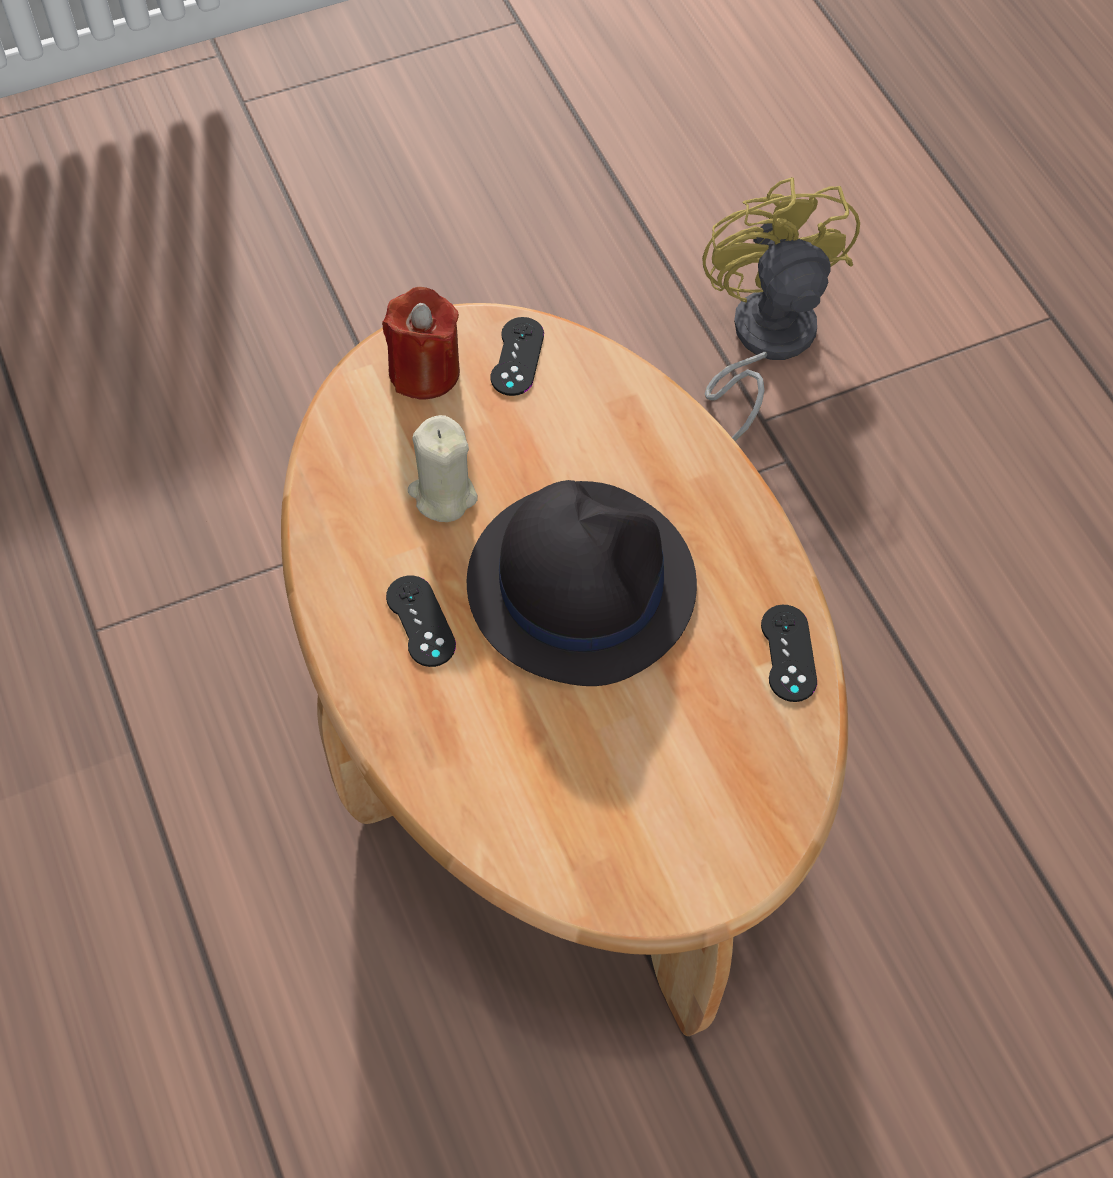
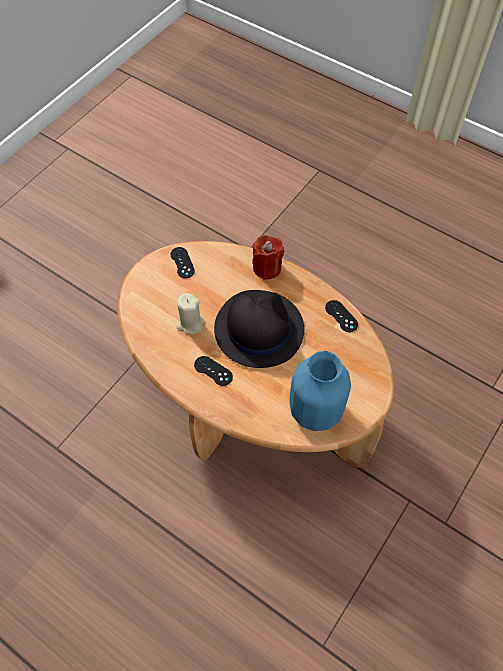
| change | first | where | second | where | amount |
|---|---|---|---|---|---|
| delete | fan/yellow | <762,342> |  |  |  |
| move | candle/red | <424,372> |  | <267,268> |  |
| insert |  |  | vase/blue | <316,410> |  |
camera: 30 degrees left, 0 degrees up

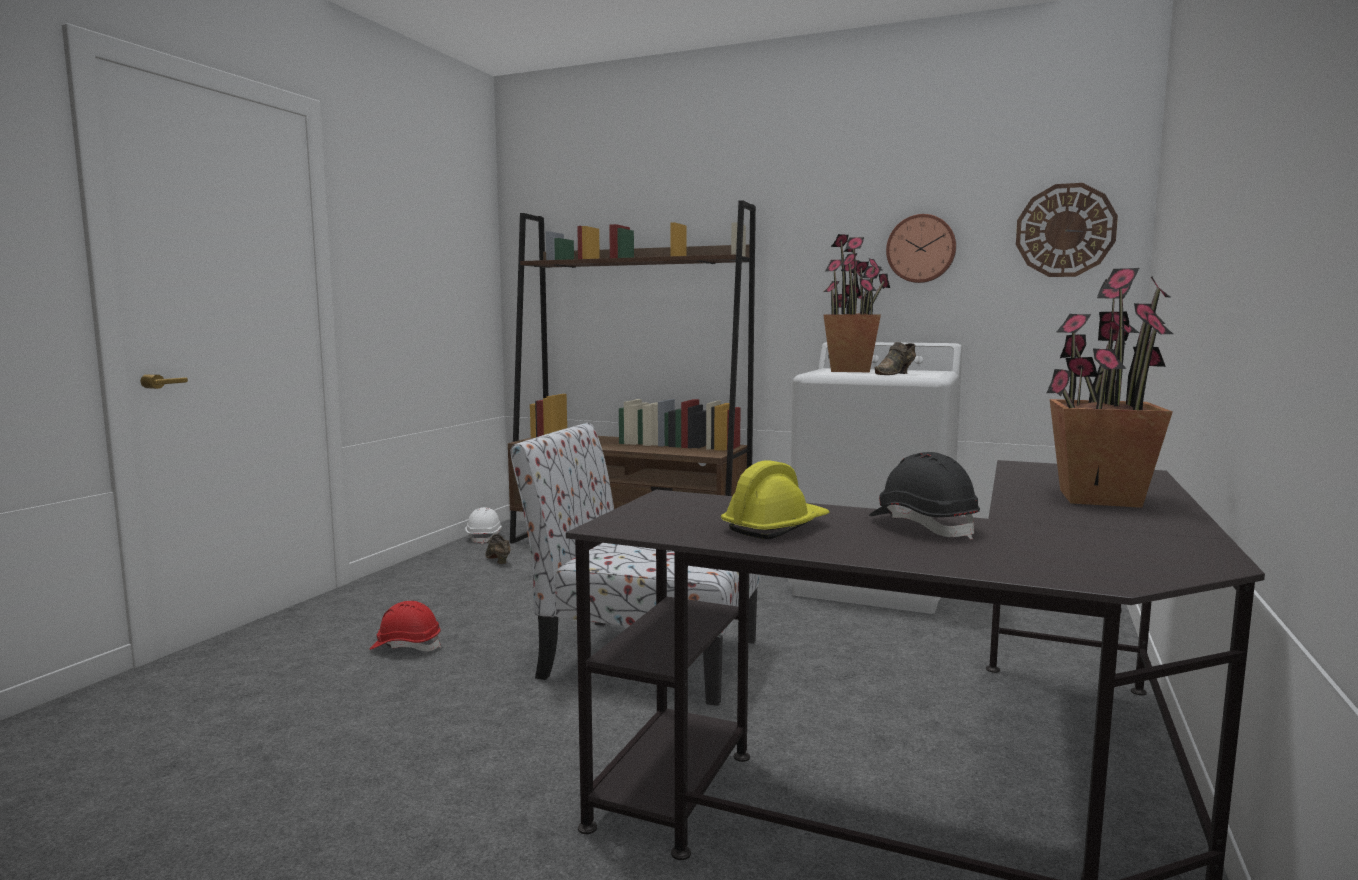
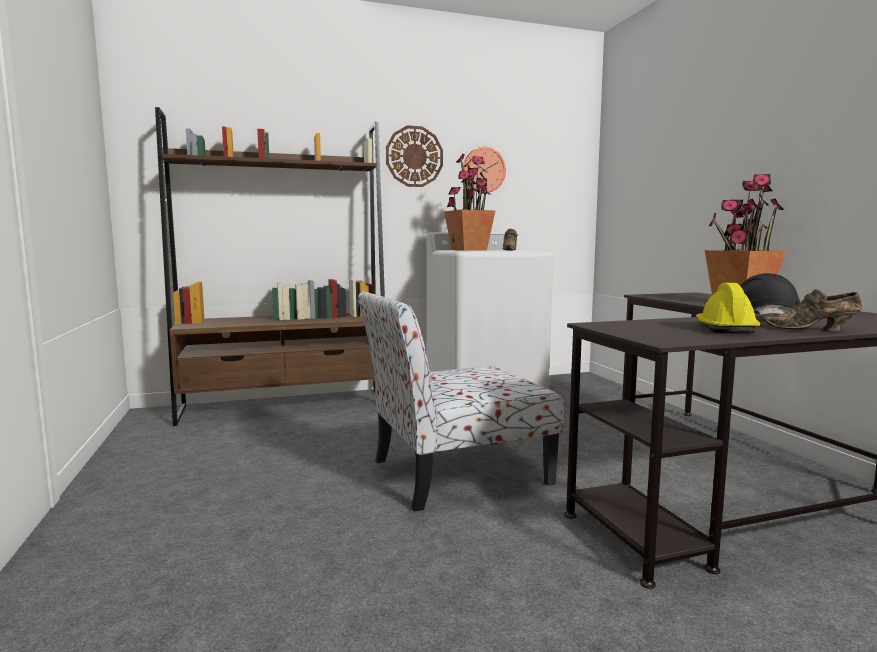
| change | first | where | second | where | amount |
|---|---|---|---|---|---|
| move | wall clock | <1065,230> |  | <414,156> |  |
| delete | hard hat/white | <485,537> |  |  |  |
| move | shoe/brown | <497,560> |  | <813,330> |  |
| delete | hard hat/red | <406,646> |  |  |  |
camera: 40 degrees left, 0 degrees up

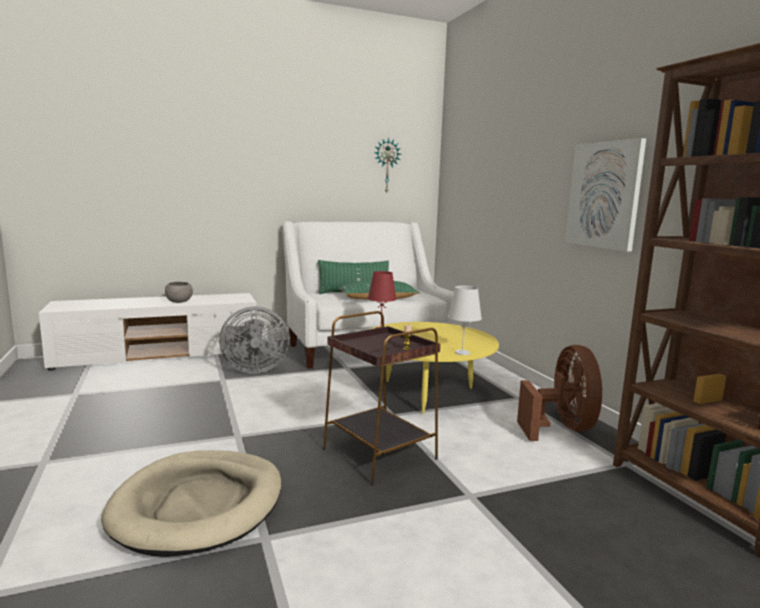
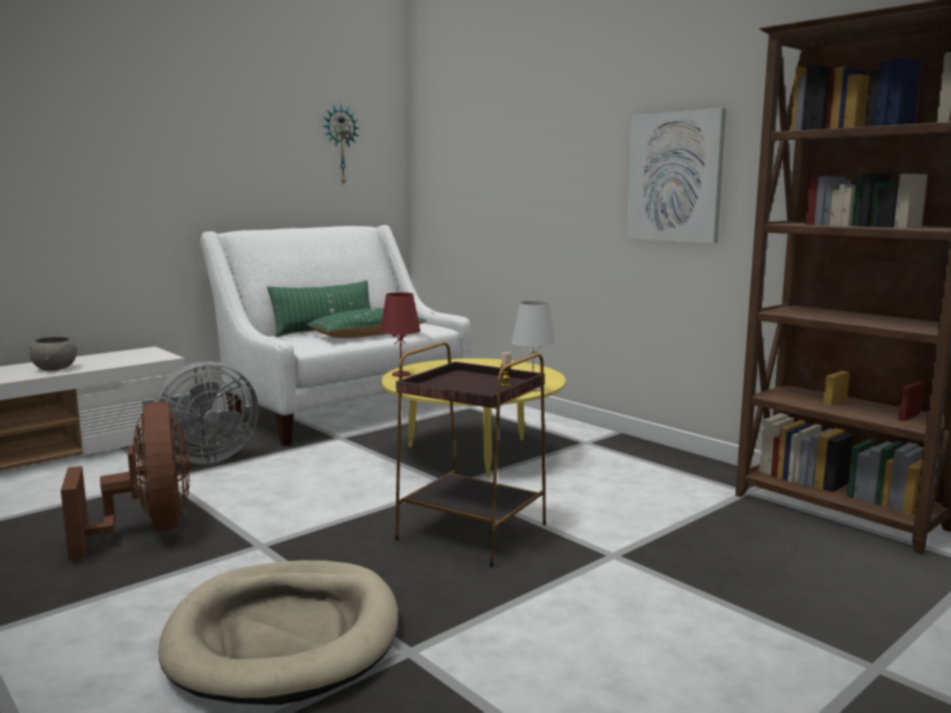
| change | first | where | second | where | amount |
|---|---|---|---|---|---|
| move | fan/brown | <562,428> |  | <148,530> |  |
camera: 20 degrees left, 0 degrees up

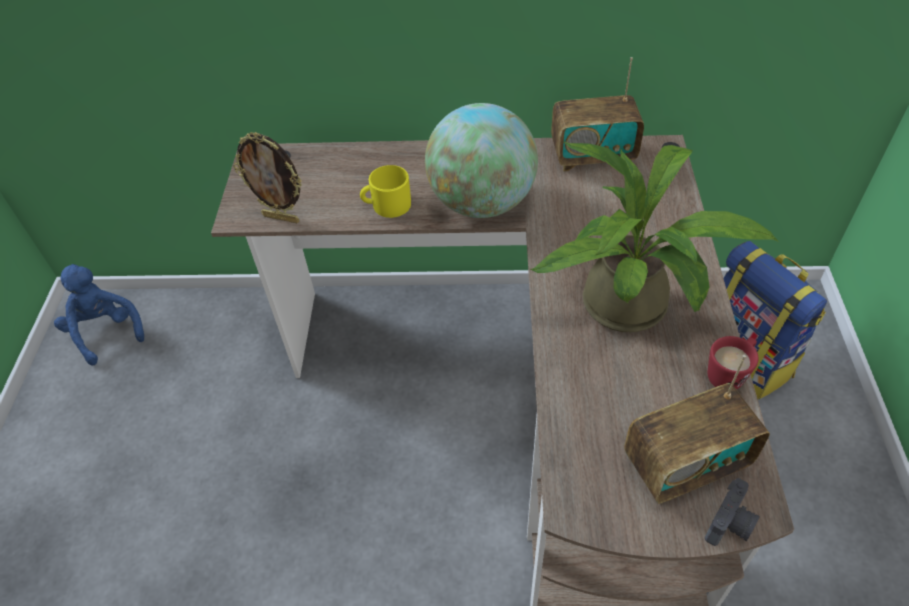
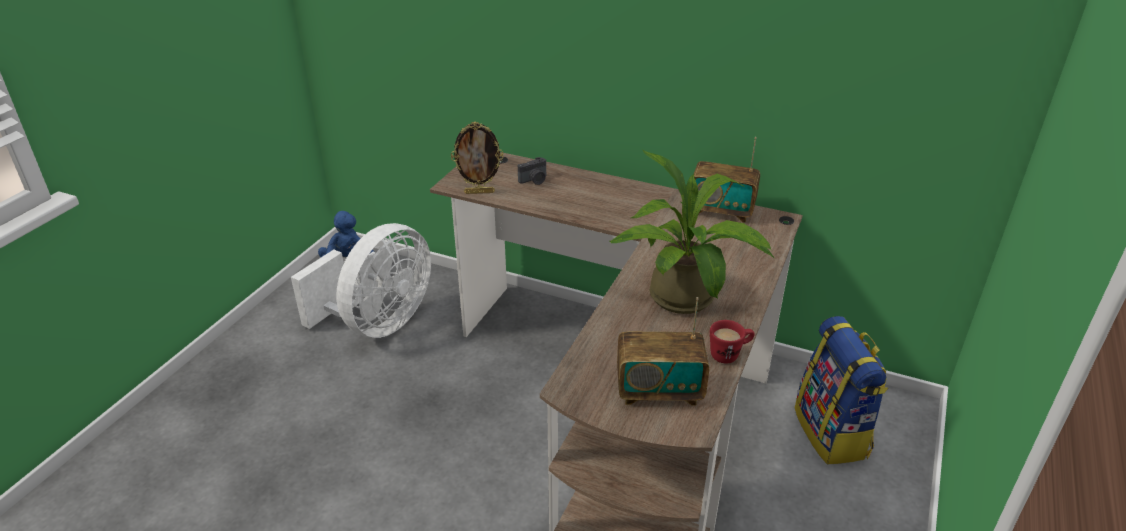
| change | first | where | second | where | amount |
|---|---|---|---|---|---|
| delete | globe | <481,202> |  |  |  |
| rotate | picture frame | <282,218> |  | <479,192> | 45 degrees counterclockwise |
| delete | mug/yellow | <386,205> |  |  |  |
| move | photo camera | <730,524> |  | <534,180> |  |
| insert |  |  | fan/white | <378,323> |  |
camera: 20 degrees right, 15 degrees down

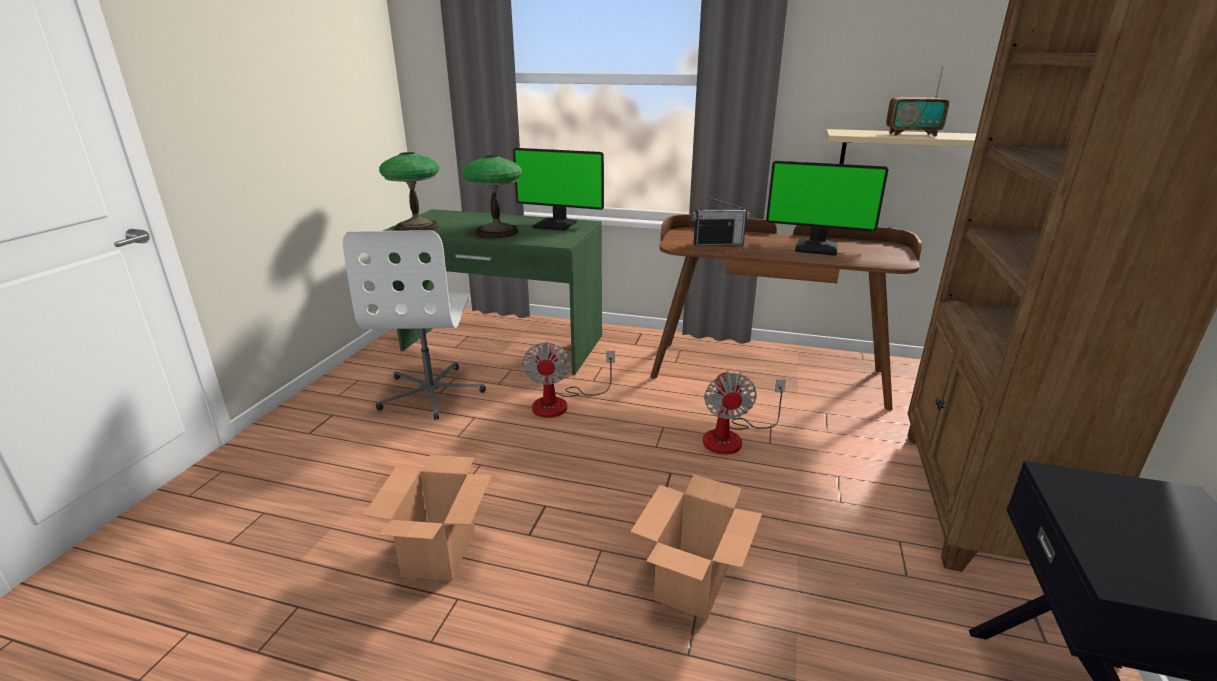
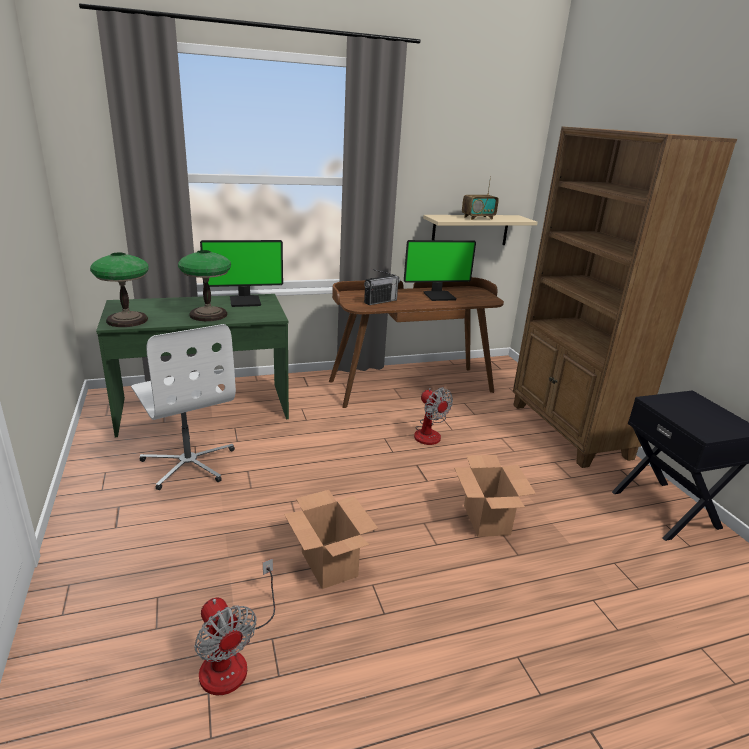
| change | first | where | second | where | amount |
|---|---|---|---|---|---|
| move | fan | <561,403> |  | <233,657> |  |
camera: 35 degrees left, 0 degrees up

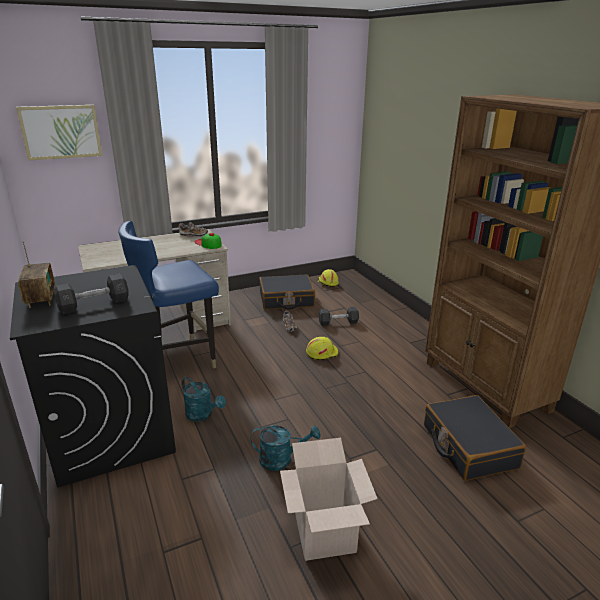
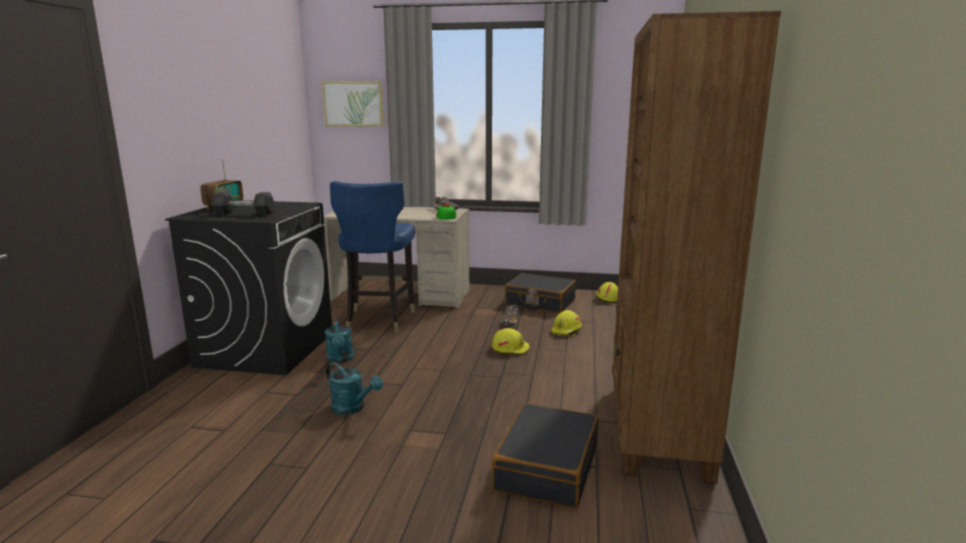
| change | first | where | second | where | amount |
|---|---|---|---|---|---|
| rotate | chair/blue | <179,360> |  | <378,320> | 90 degrees counterclockwise |
| replace | dumbbell/grey | <338,322> | hard hat/yellow | <566,331> |  |
| delete | cardboard box | <324,533> |  |  |  |
camera: 35 degrees right, 10 degrees down

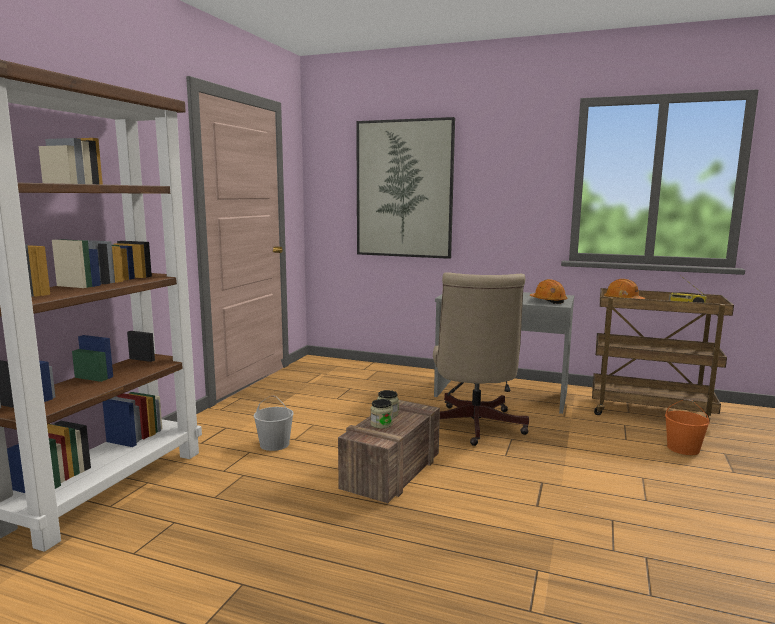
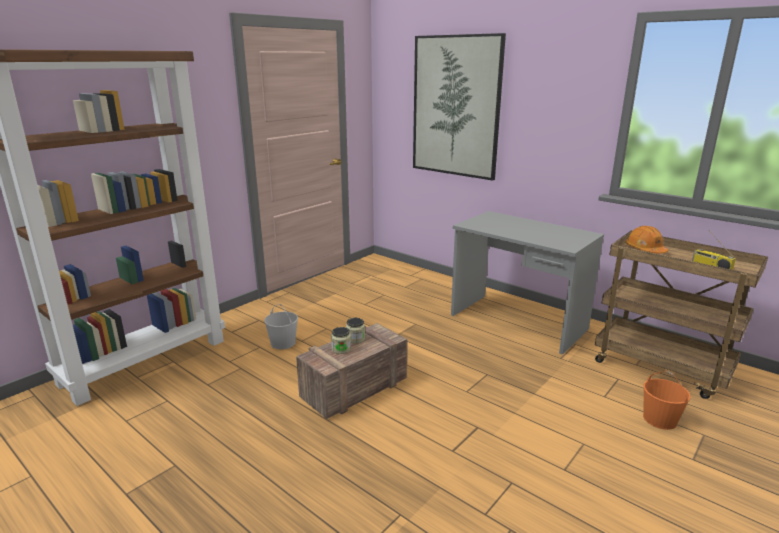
| change | first | where | second | where | amount |
|---|---|---|---|---|---|
| delete | office chair/beige | <474,427> |  |  |  |
| delete | hard hat/orange | <548,301> |  |  |  |
camera: 20 degrees right, 10 degrees up

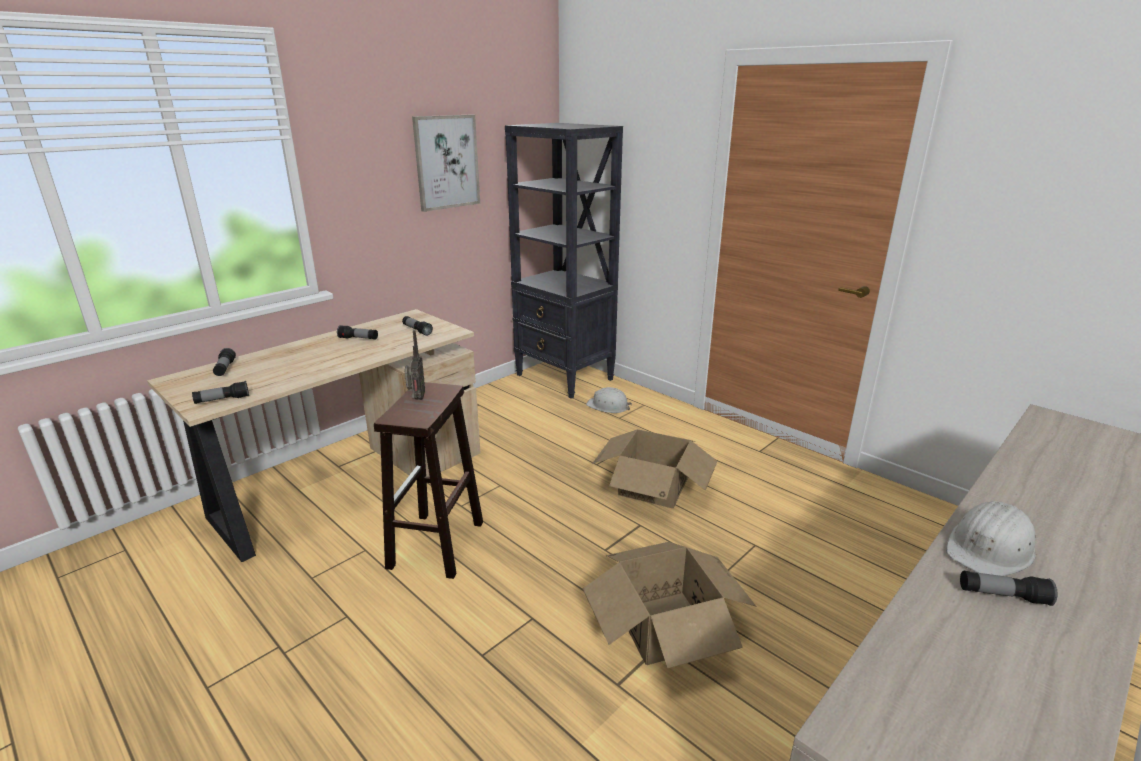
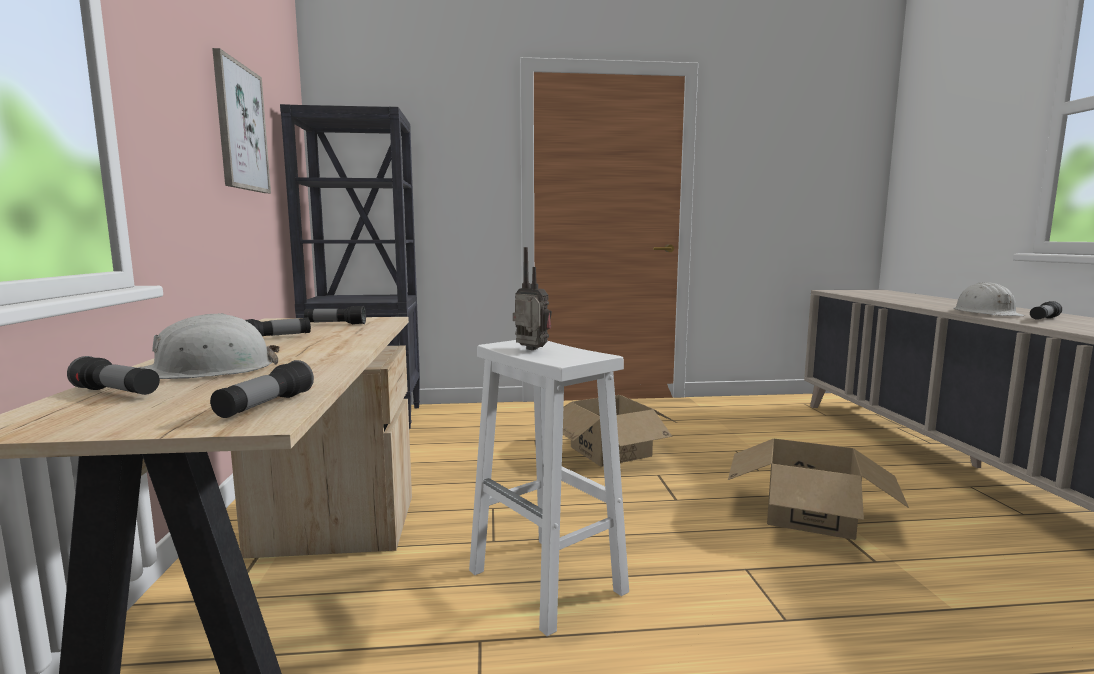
| change | first | where | second | where | amount |
|---|---|---|---|---|---|
| recolor | stool/brown | <436,546> | stool/white | <548,582> |  |
| move | hard hat/white | <608,406> |  | <208,370> |  |
camera: 50 degrees left, 15 degrees down

